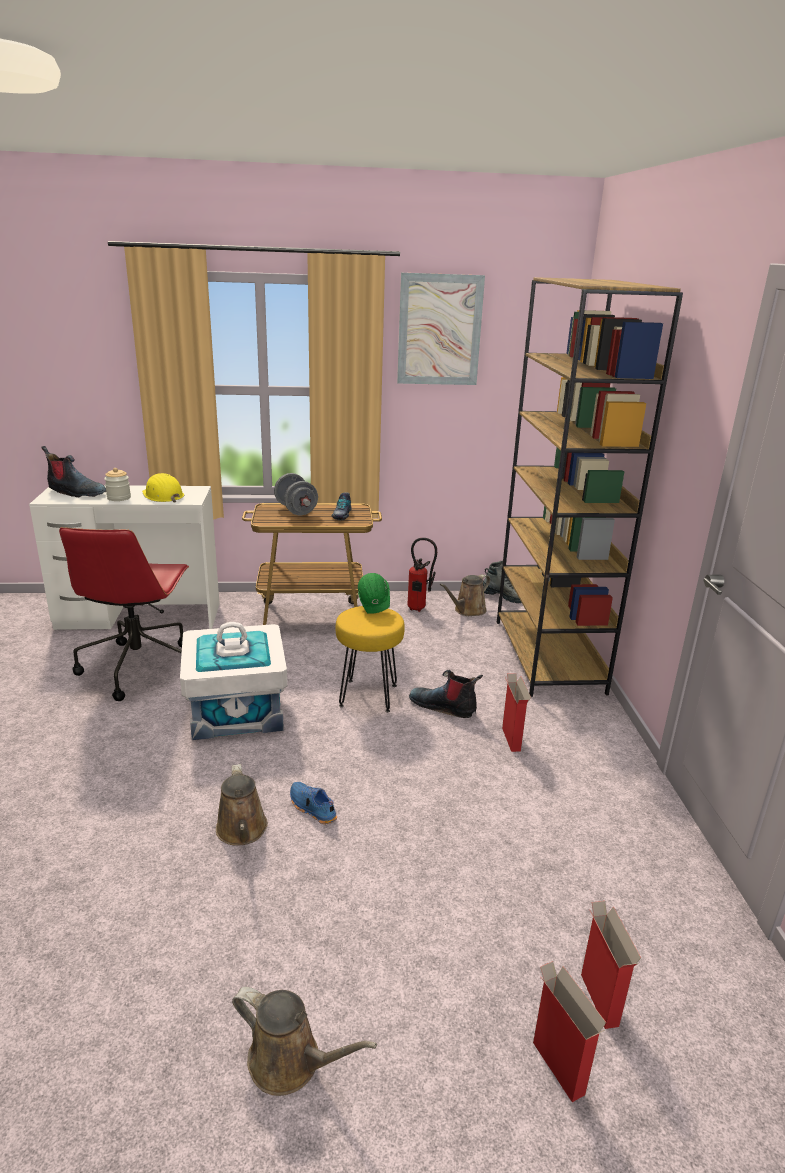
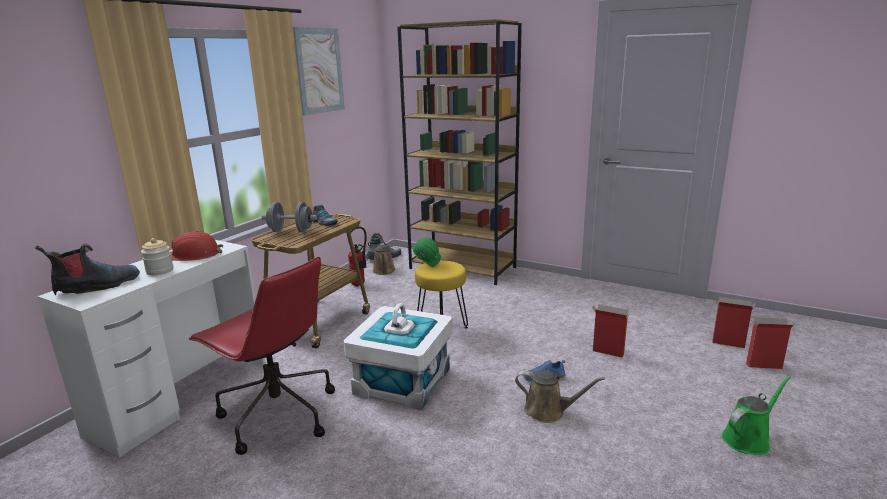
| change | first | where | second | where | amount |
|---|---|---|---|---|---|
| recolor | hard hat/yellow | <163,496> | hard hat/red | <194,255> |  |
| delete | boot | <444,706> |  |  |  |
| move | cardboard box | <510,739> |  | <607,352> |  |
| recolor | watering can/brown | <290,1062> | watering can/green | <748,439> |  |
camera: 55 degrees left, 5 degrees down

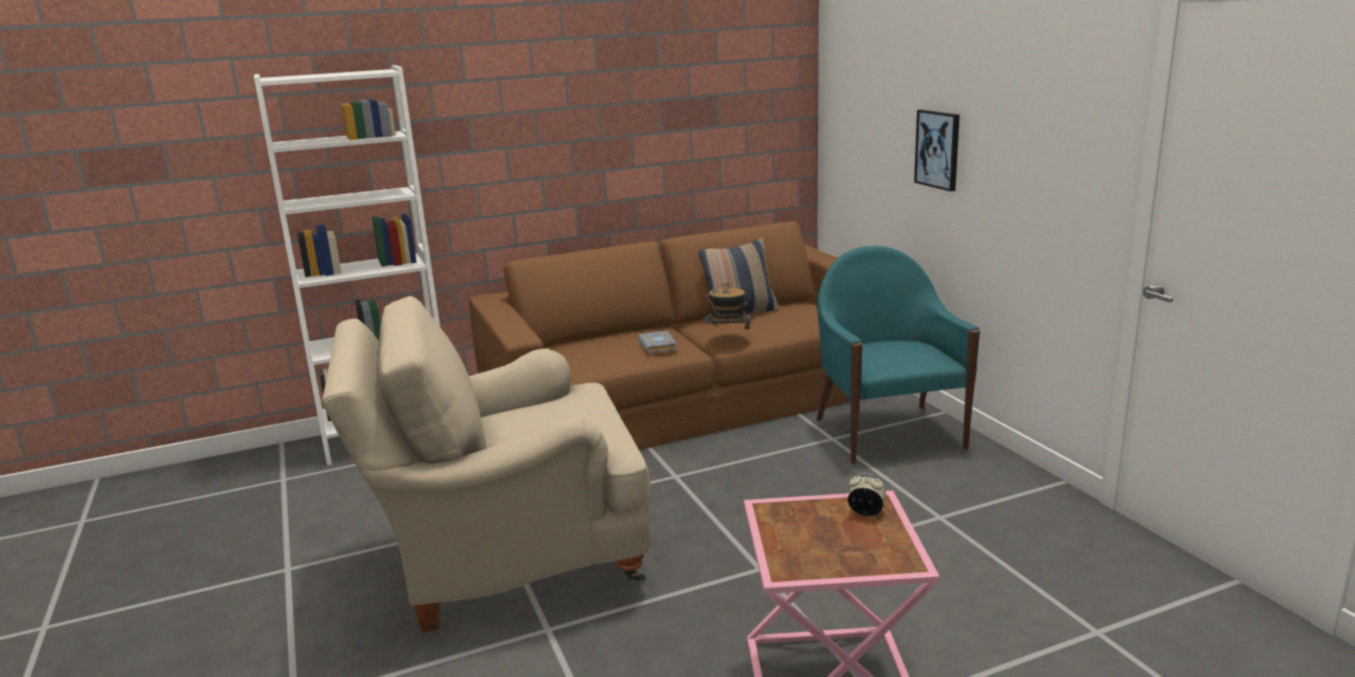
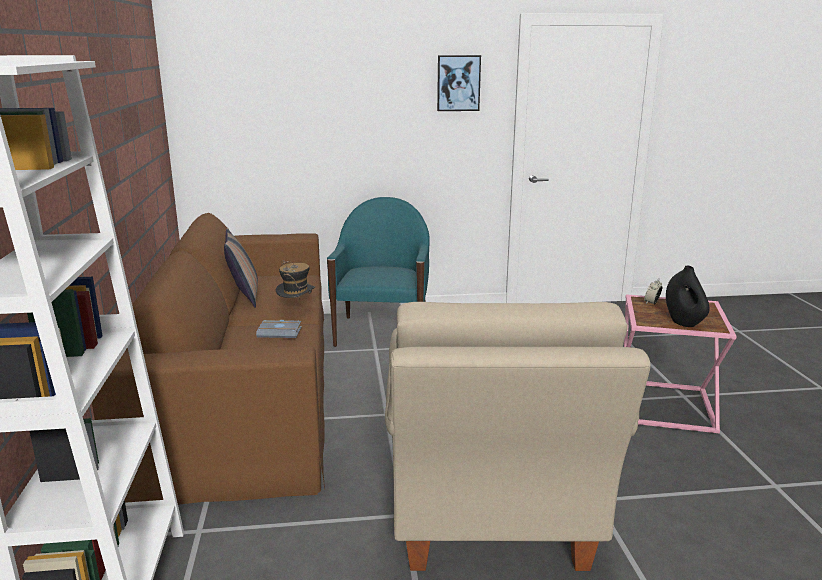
| change | first | where | second | where | amount |
|---|---|---|---|---|---|
| move | picture | <938,149> |  | <458,83> |  |
| rotate | armchair/turquoise | <887,432> |  | <382,332> | 90 degrees clockwise |
| insert |  |  | vase/black | <683,322> |  |
camera: 75 degrees left, 0 degrees up

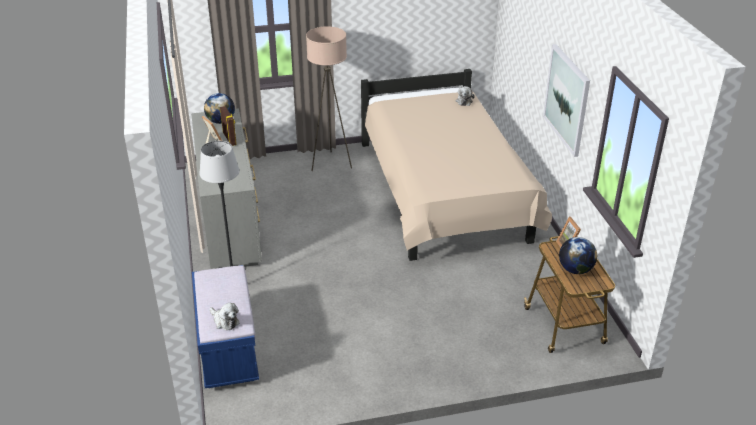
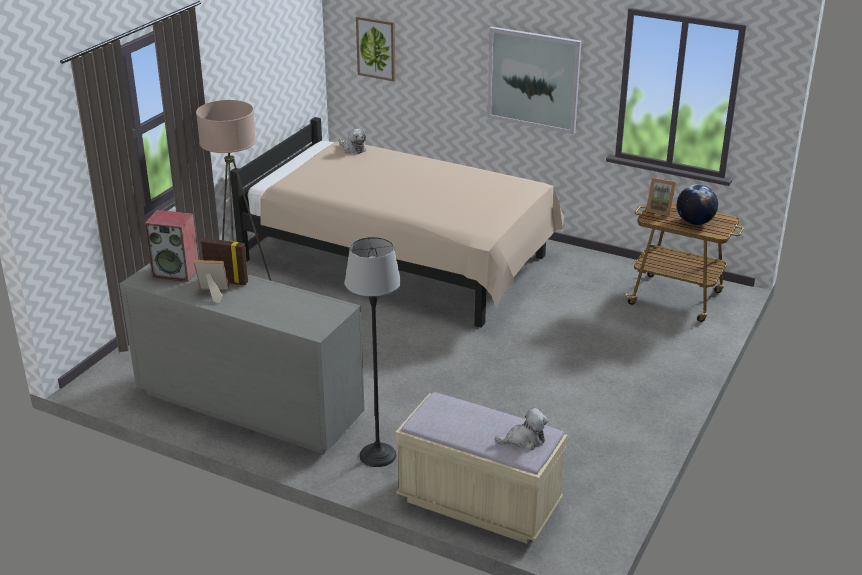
| change | first | where | second | where | amount |
|---|---|---|---|---|---|
| replace | globe | <221,121> | speaker | <176,272> |  |
| recolor | bench/blue | <228,350> | bench/beige | <479,503> |  |
| insert |  |  | picture | <376,48> |  |
camera: 50 degrees left, 5 degrees down

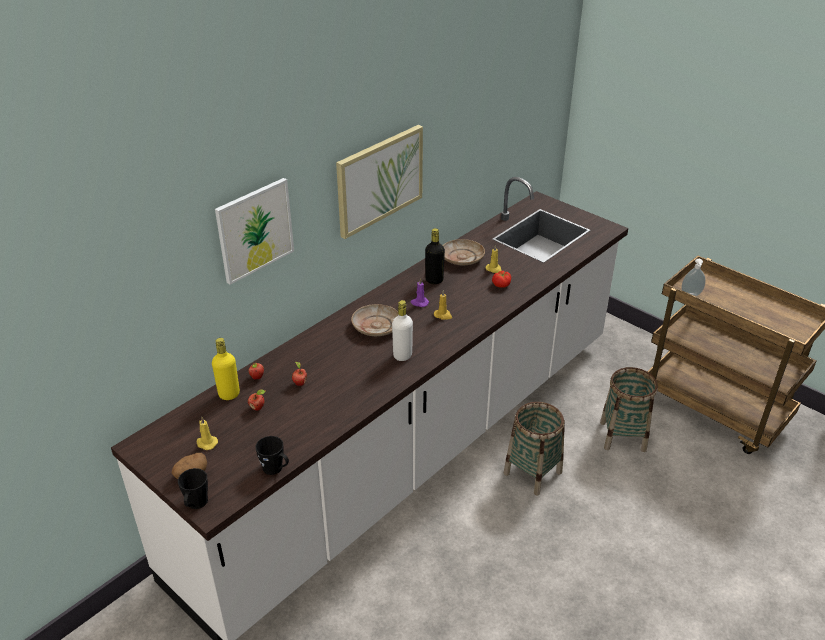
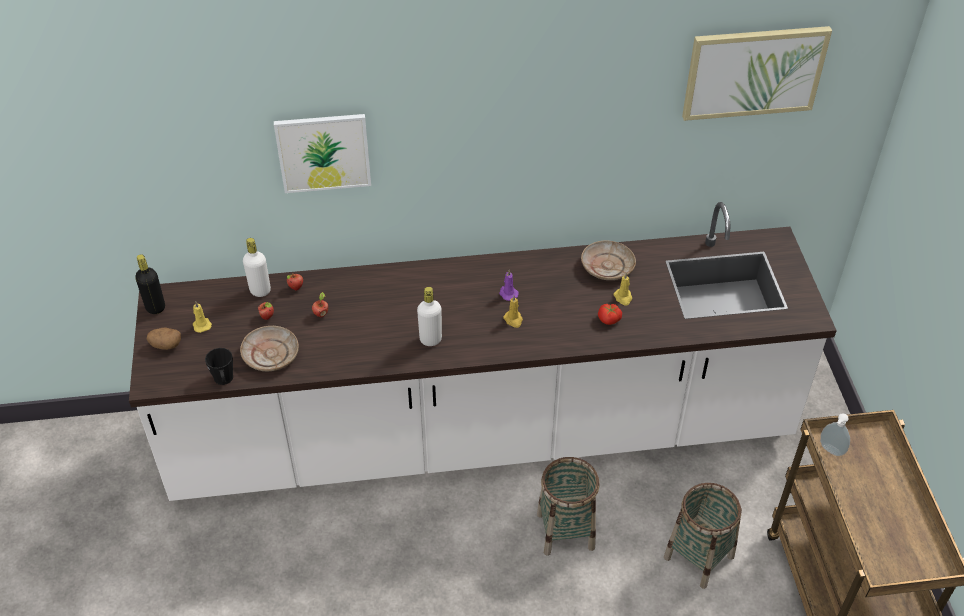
| change | first | where | second | where | amount |
|---|---|---|---|---|---|
| move | picture | <379,180> |  | <754,72> |  |
| move | bottle/black | <434,280> |  | <155,307> |  |
| move | plate/beige | <376,326> |  | <270,354> |  |
| recolor | bottle/yellow | <229,394> | bottle/white | <260,290> |  |
| delete | mug/black | <196,504> |  |  |  |
camera: 40 degrees right, 10 degrees up

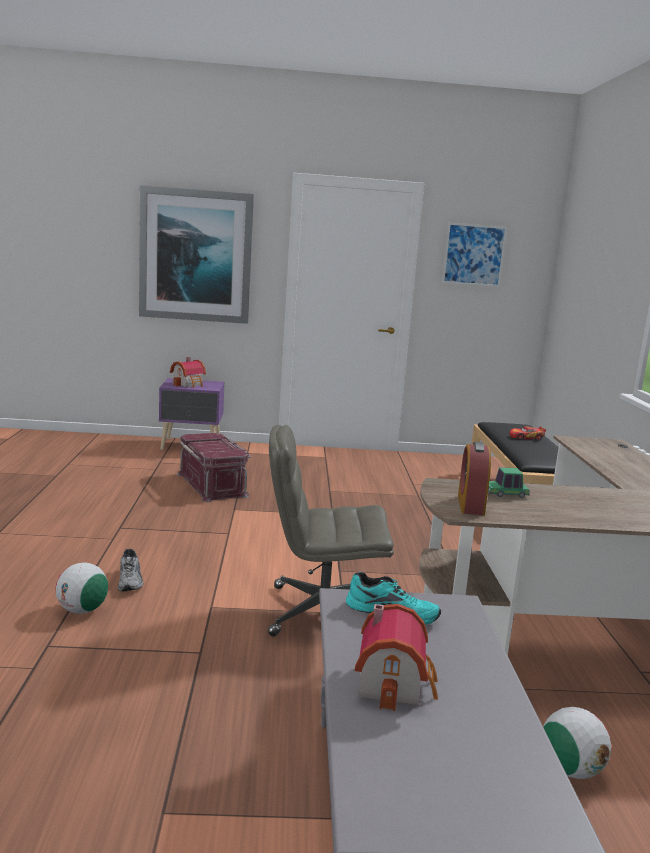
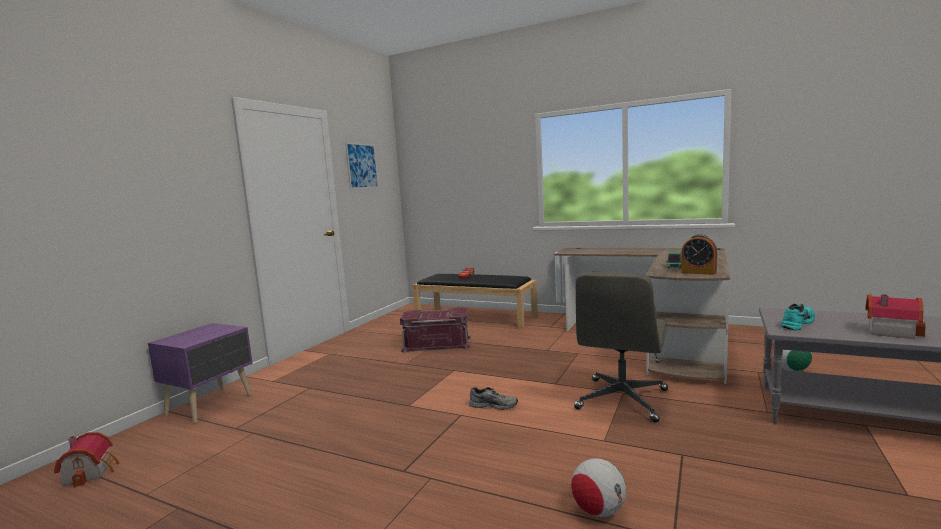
| change | first | where | second | where | amount |
|---|---|---|---|---|---|
| delete | picture | <196,256> |  |  |  |
| move | toy house | <189,384> |  | <91,472> |  |
| move | storage box/red | <213,485> |  | <437,344> |  |
| move | shoe/grey | <131,581> |  | <493,405> |  |
camera: 60 degrees left, 5 degrees down

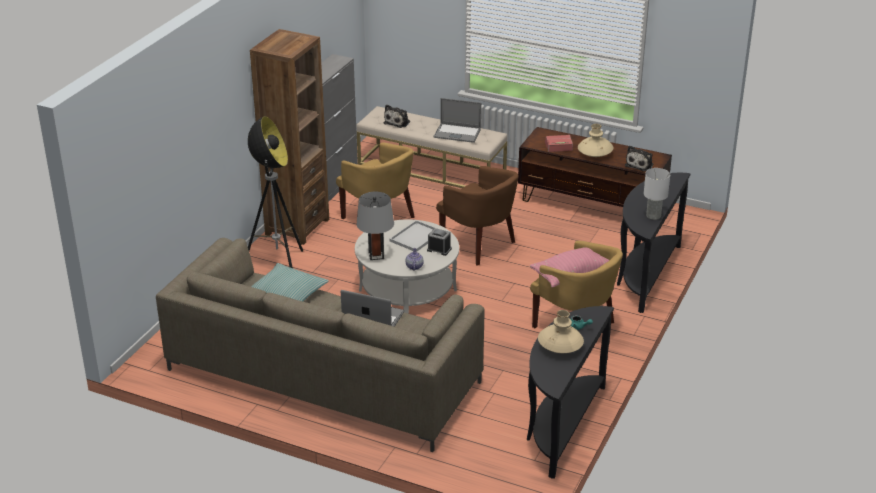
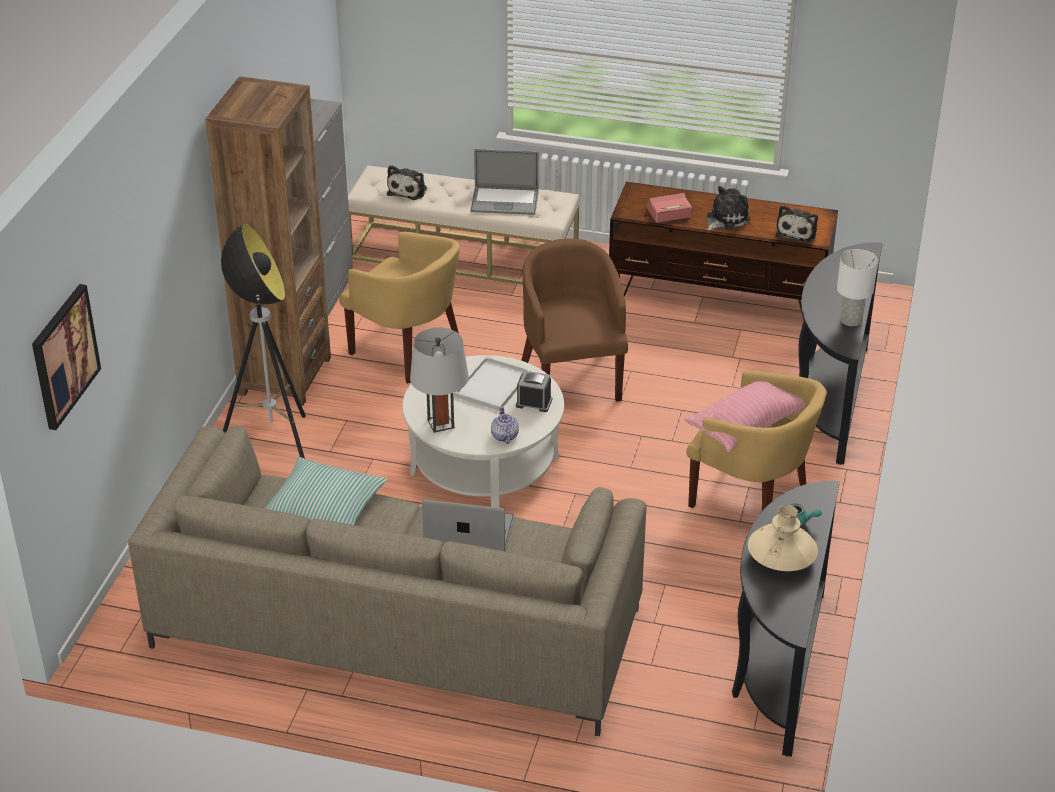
| change | first | where | second | where | amount |
|---|---|---|---|---|---|
| replace | vase/beige | <595,153> | plush toy | <725,219> |  |
| rotate | armchair/brown | <479,245> |  | <572,378> | 135 degrees counterclockwise |
| insert |  |  | picture | <64,356> |  |
camera: 10 degrees left, 5 degrees up

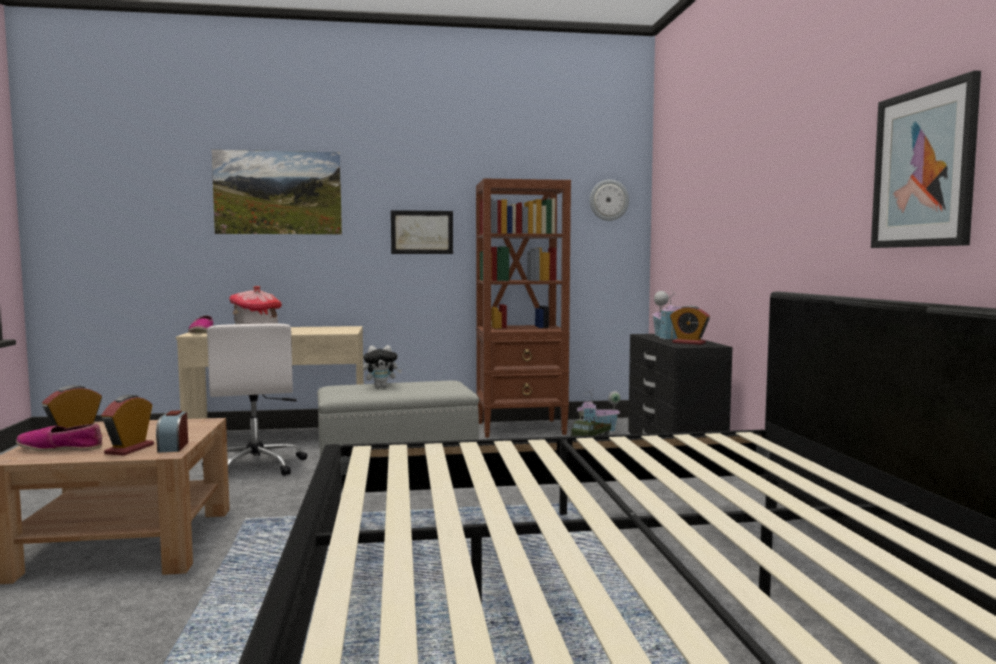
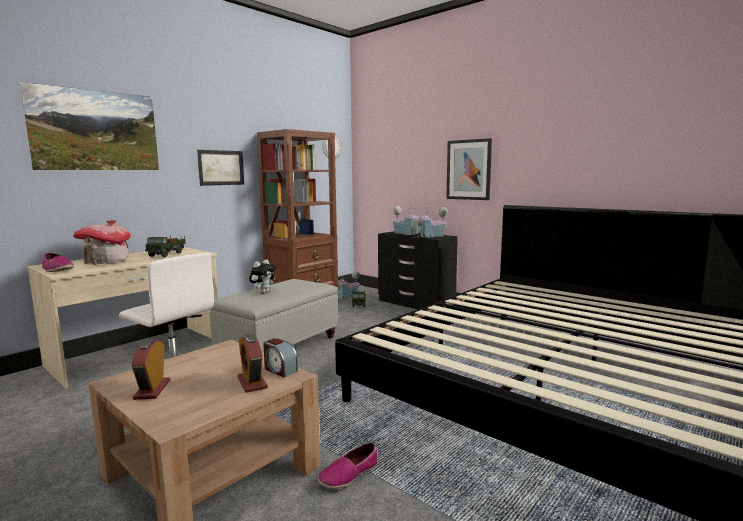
| change | first | where | second | where | amount |
|---|---|---|---|---|---|
| move | picture | <924,168> |  | <468,169> |  |
| replace | alarm clock | <689,343> | toy house | <431,236> |  |
| move | shoe | <61,448> |  | <348,474> |  |
| insert |  |  | toy truck | <167,254> |  |
camera: 40 degrees left, 5 degrees up

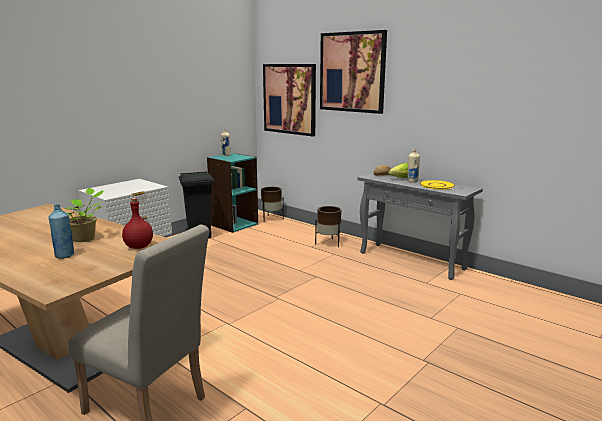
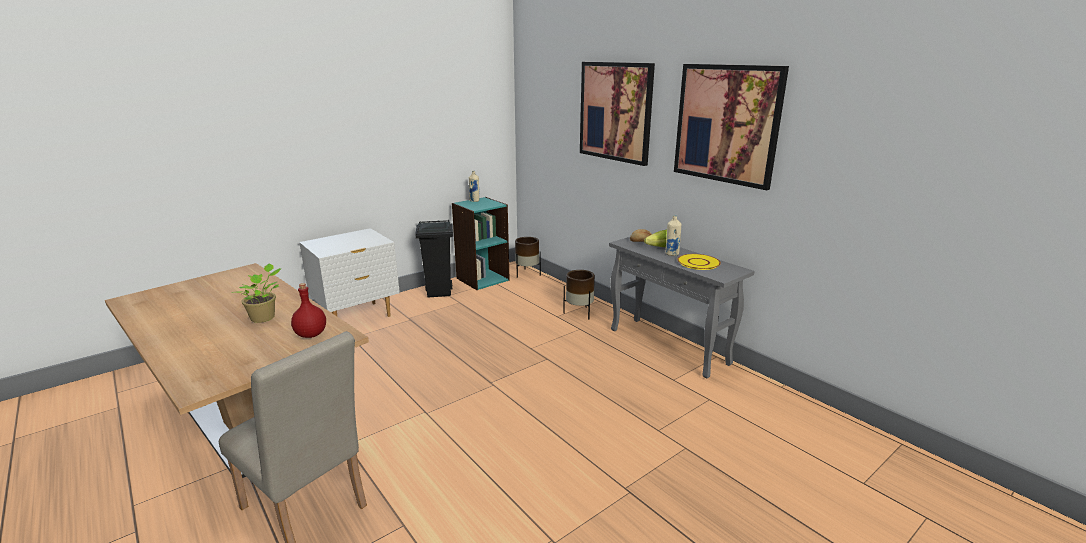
| change | first | where | second | where | amount |
|---|---|---|---|---|---|
| move | picture | <289,99> |  | <726,124> |  |
| delete | bottle/blue | <64,256> |  |  |  |
camera: 10 degrees right, 5 degrees up

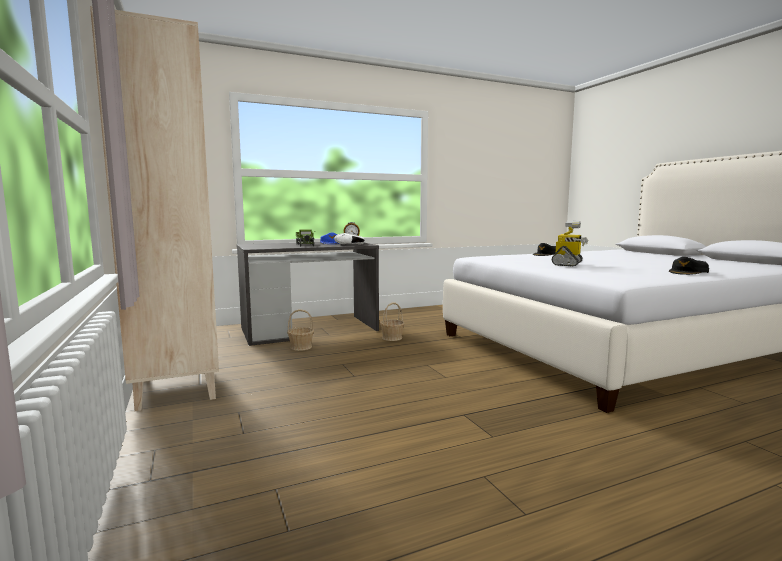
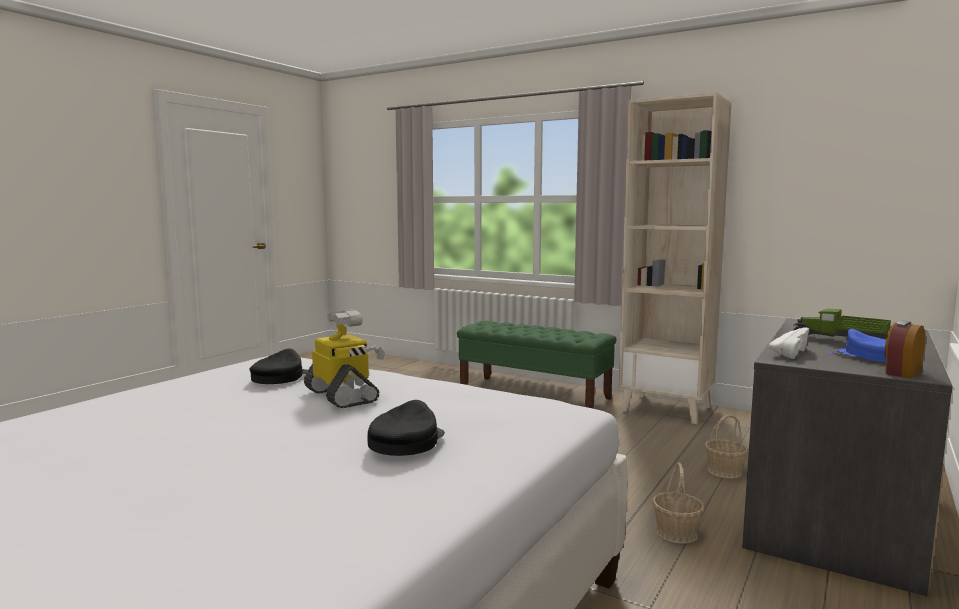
| change | first | where | second | where | amount |
|---|---|---|---|---|---|
| rotate | toy robot | <568,264> |  | <343,396> | 150 degrees clockwise |
| move | cap/black | <688,272> |  | <280,377> |  |
| insert |  |  | bench/green | <534,394> |  |
camera: 145 degrees right, 0 degrees up

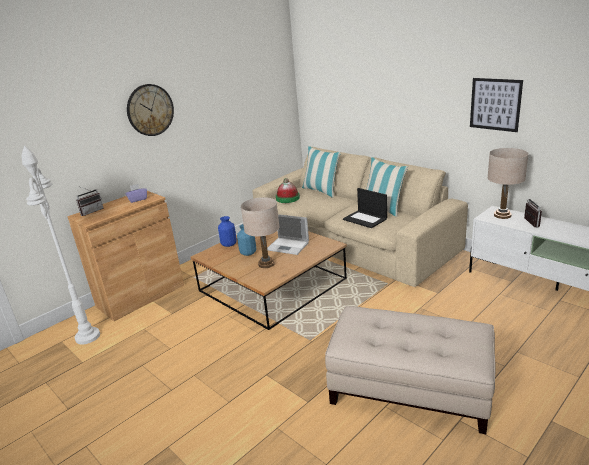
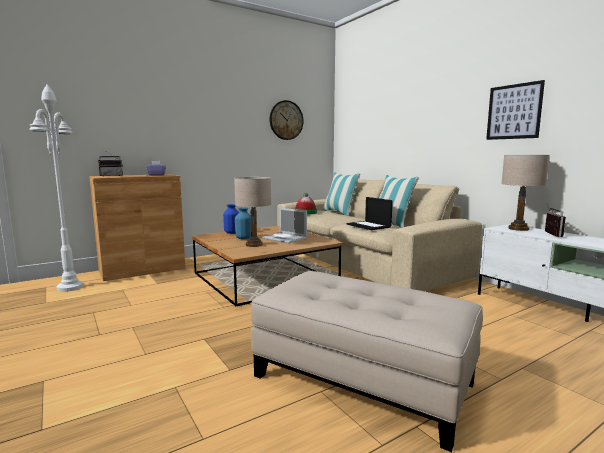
| change | first | where | second | where | amount |
|---|---|---|---|---|---|
| move | wall clock | <150,110> |  | <286,120> |  |
camera: 10 degrees right, 15 degrees down

